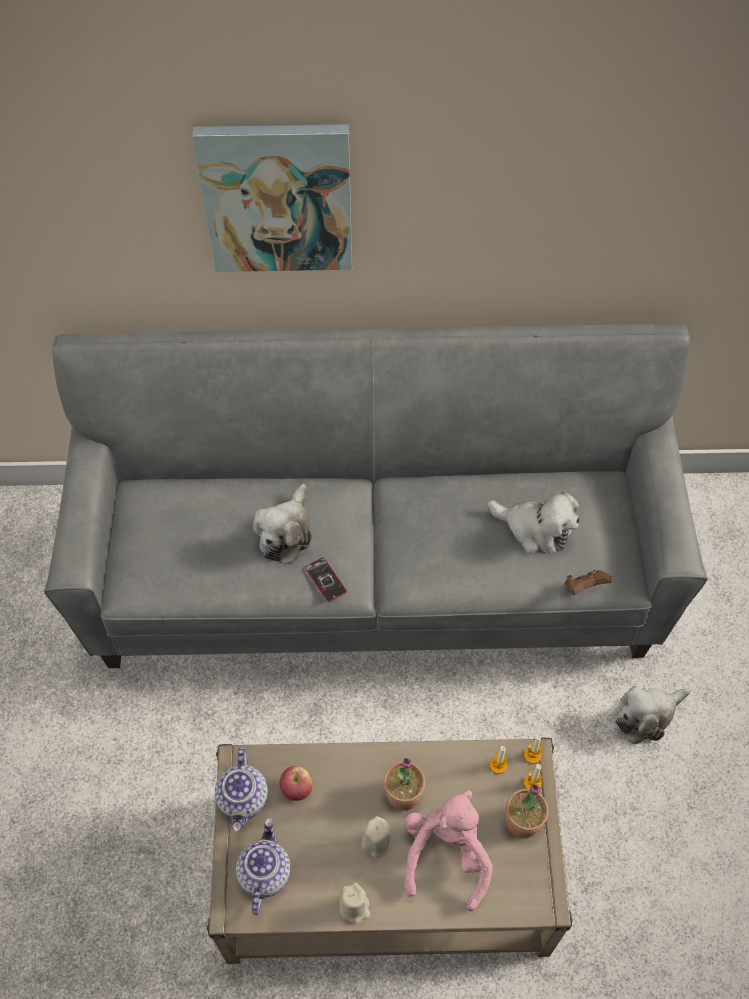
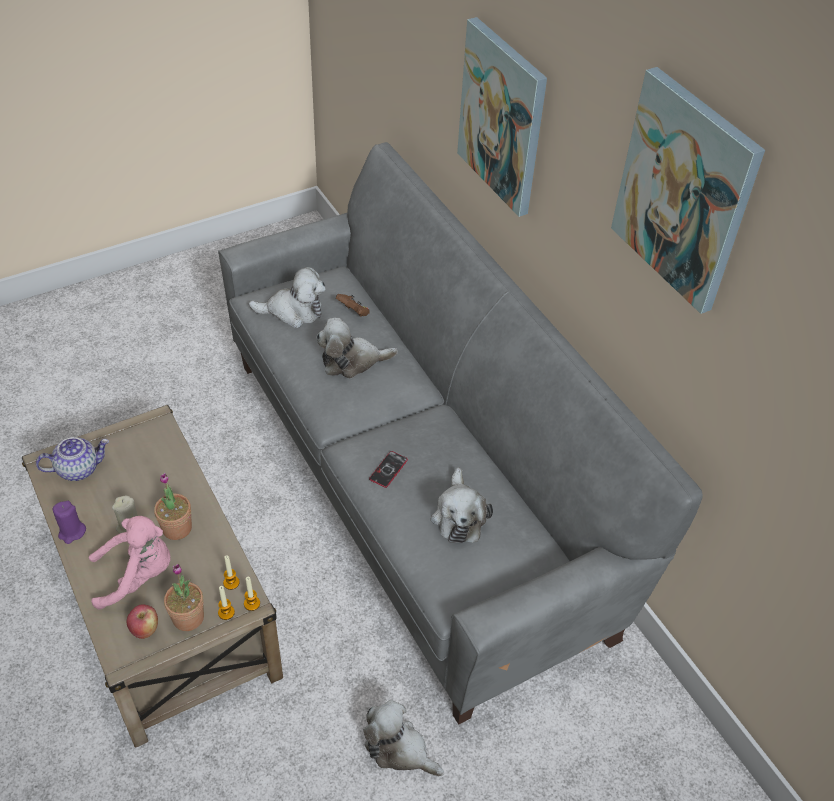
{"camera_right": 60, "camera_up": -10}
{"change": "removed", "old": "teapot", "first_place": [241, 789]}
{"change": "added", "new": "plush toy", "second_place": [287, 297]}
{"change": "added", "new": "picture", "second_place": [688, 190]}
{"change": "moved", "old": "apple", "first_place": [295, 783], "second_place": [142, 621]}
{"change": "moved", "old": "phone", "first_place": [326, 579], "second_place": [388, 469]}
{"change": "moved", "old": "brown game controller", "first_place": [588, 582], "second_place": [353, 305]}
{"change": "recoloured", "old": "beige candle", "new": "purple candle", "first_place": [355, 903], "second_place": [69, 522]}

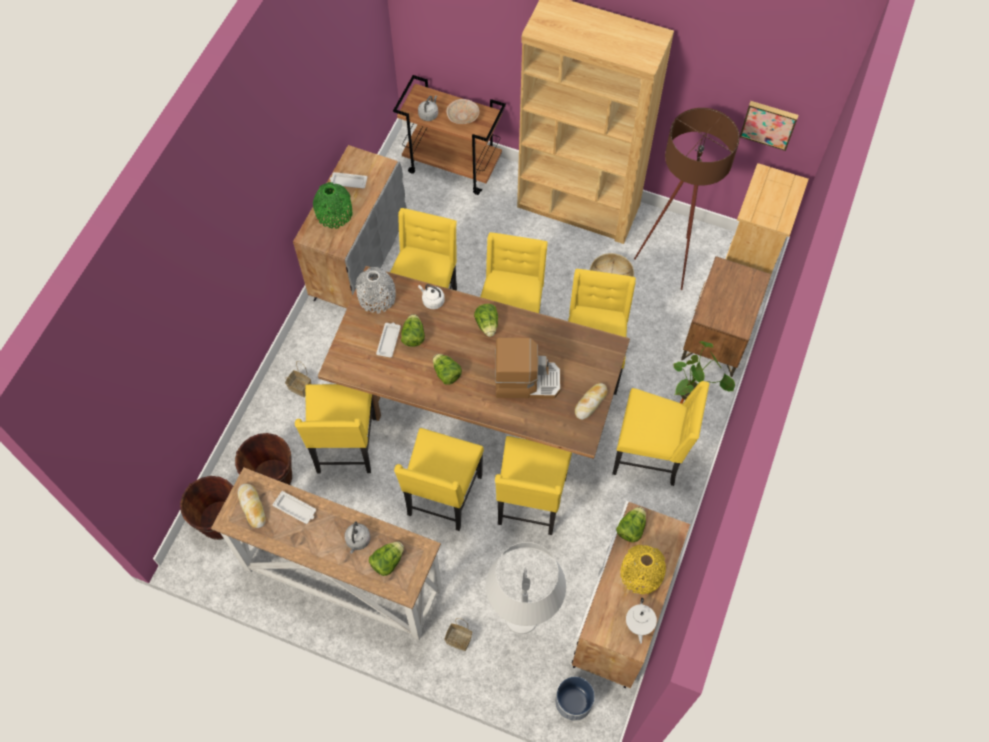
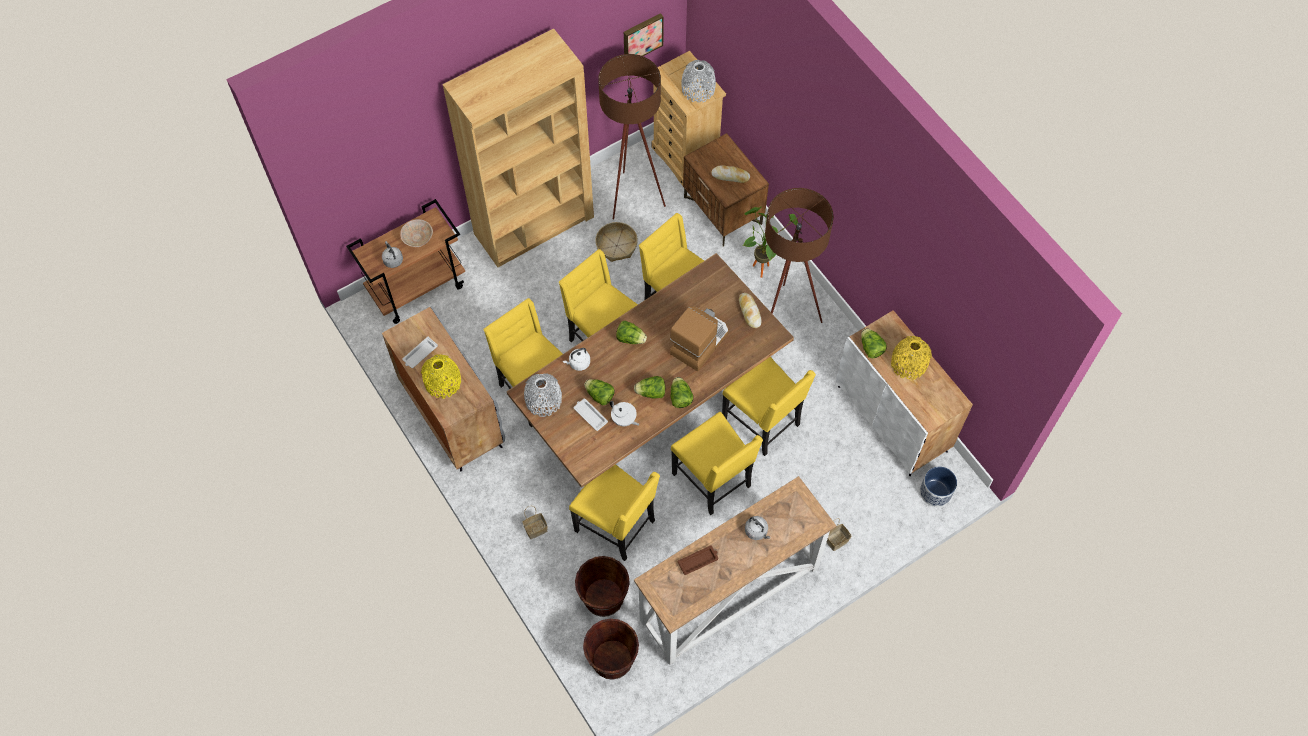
{"camera_right": -55, "camera_up": 0}
{"change": "removed", "old": "white floor lamp", "first_place": [526, 588]}
{"change": "added", "new": "grey vase", "second_place": [698, 81]}
{"change": "moved", "old": "bread", "first_place": [252, 506], "second_place": [730, 174]}
{"change": "moved", "old": "lettuce", "first_place": [386, 558], "second_place": [682, 392]}
{"change": "moved", "old": "white teapot", "first_place": [641, 621], "second_place": [624, 413]}
{"change": "replaced", "old": "yellow chair", "new": "brown floor lamp", "first_place": [660, 433], "second_place": [799, 255]}
{"change": "recoloured", "old": "white tray", "new": "brown tray", "first_place": [294, 507], "second_place": [698, 560]}
{"change": "recoloured", "old": "green vase", "new": "yellow vase", "first_place": [332, 205], "second_place": [441, 376]}

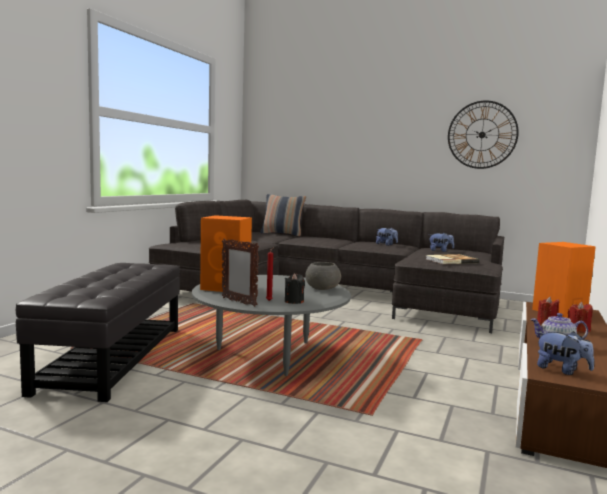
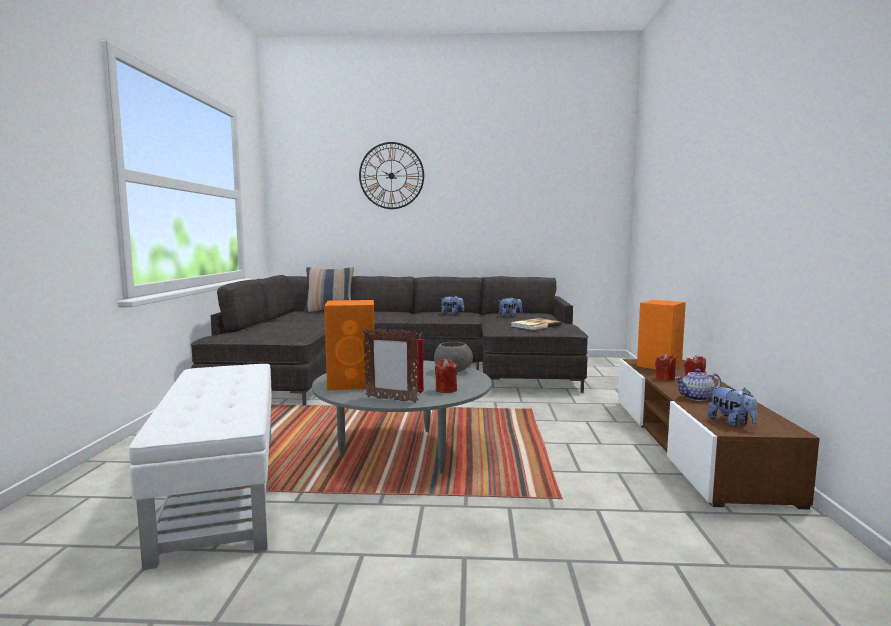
{"camera_right": -20, "camera_up": 0}
{"change": "moved", "old": "wall clock", "first_place": [483, 134], "second_place": [391, 175]}
{"change": "recoloured", "old": "black ottoman", "new": "white ottoman", "first_place": [98, 332], "second_place": [200, 467]}
{"change": "recoloured", "old": "black candle", "new": "red candle", "first_place": [295, 288], "second_place": [446, 376]}
{"change": "turned", "old": "plush toy", "first_place": [565, 353], "second_place": [732, 407], "degrees": 45}

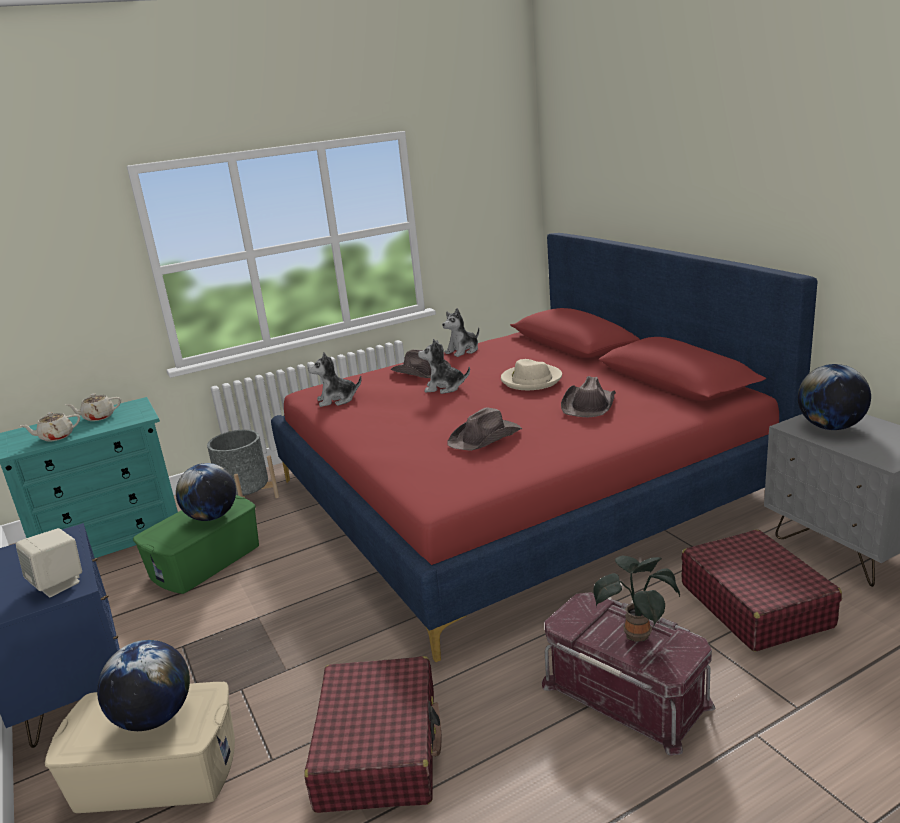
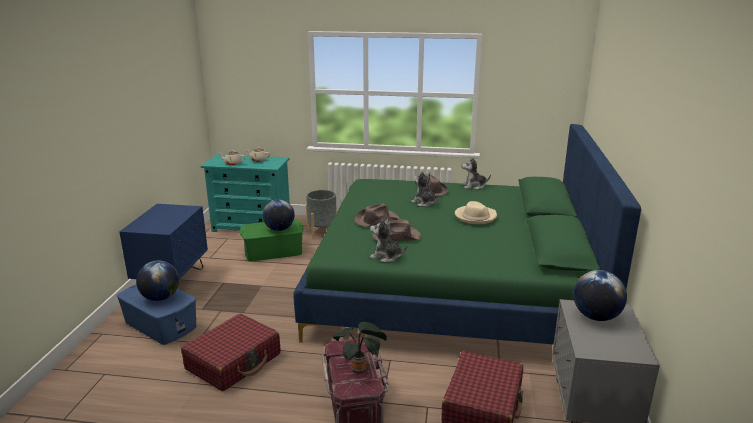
{"camera_right": 35, "camera_up": 0}
{"change": "removed", "old": "beige speaker", "first_place": [49, 563]}
{"change": "moved", "old": "plush toy", "first_place": [334, 380], "second_place": [388, 241]}
{"change": "moved", "old": "brown hat", "first_place": [588, 396], "second_place": [376, 215]}
{"change": "recoloured", "old": "beige storage box", "new": "blue storage box", "first_place": [140, 747], "second_place": [156, 315]}
{"change": "recoloured", "old": "red bed", "new": "green bed", "first_place": [544, 447], "second_place": [467, 234]}

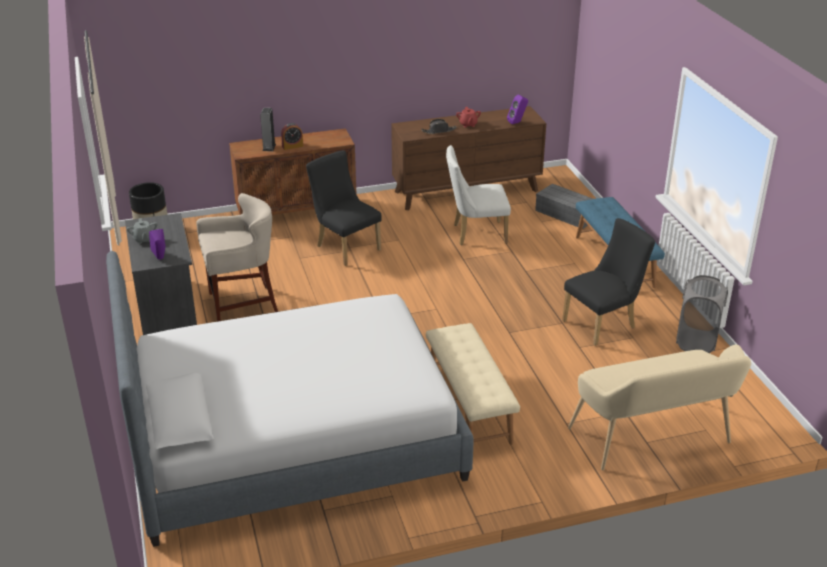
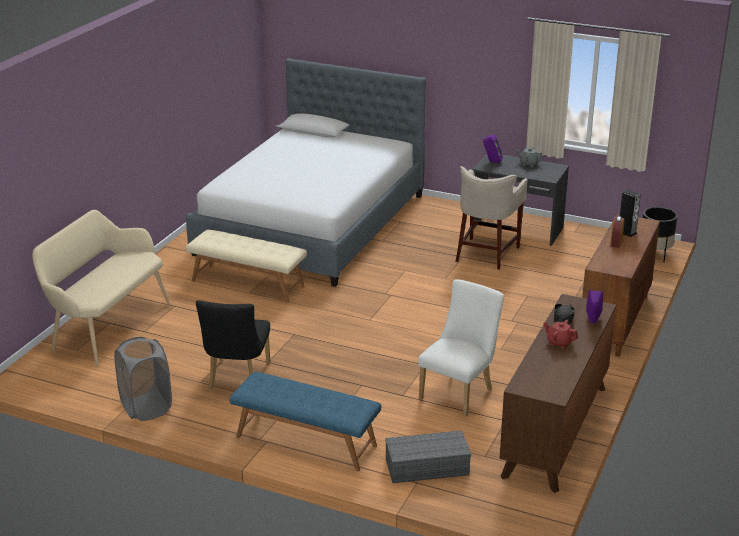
{"camera_right": 130, "camera_up": -5}
{"change": "removed", "old": "black chair", "first_place": [344, 208]}
{"change": "moved", "old": "purple speaker", "first_place": [517, 109], "second_place": [595, 306]}

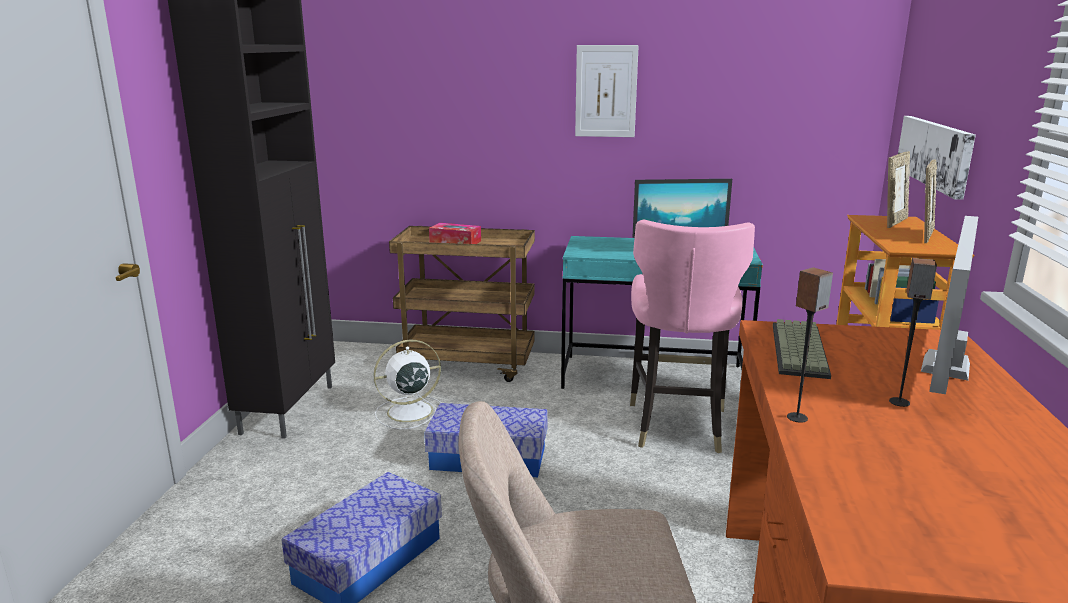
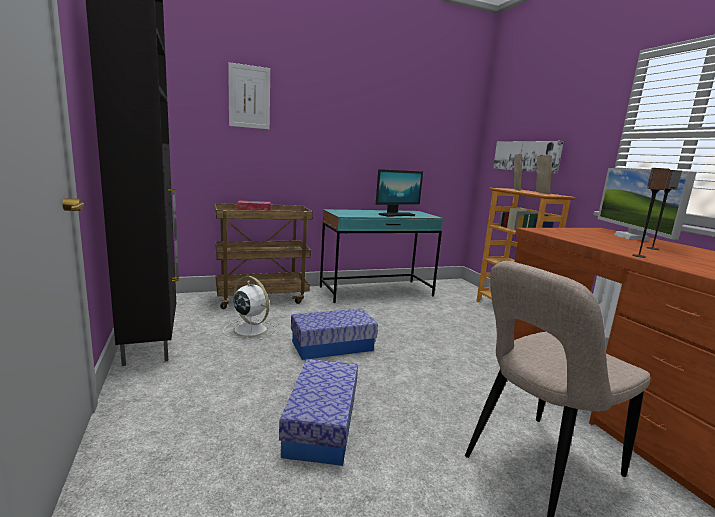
{"camera_right": -30, "camera_up": -5}
{"change": "removed", "old": "pink chair", "first_place": [692, 336]}
{"change": "removed", "old": "keyboard", "first_place": [802, 349]}
{"change": "moved", "old": "picture", "first_place": [607, 91], "second_place": [249, 95]}
{"change": "turned", "old": "white fan", "first_place": [407, 384], "second_place": [249, 308], "degrees": 90}

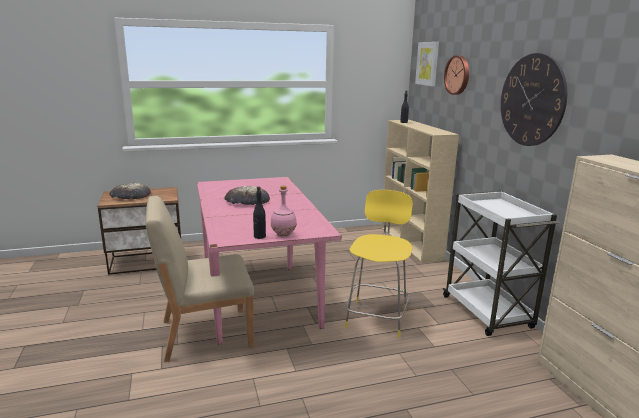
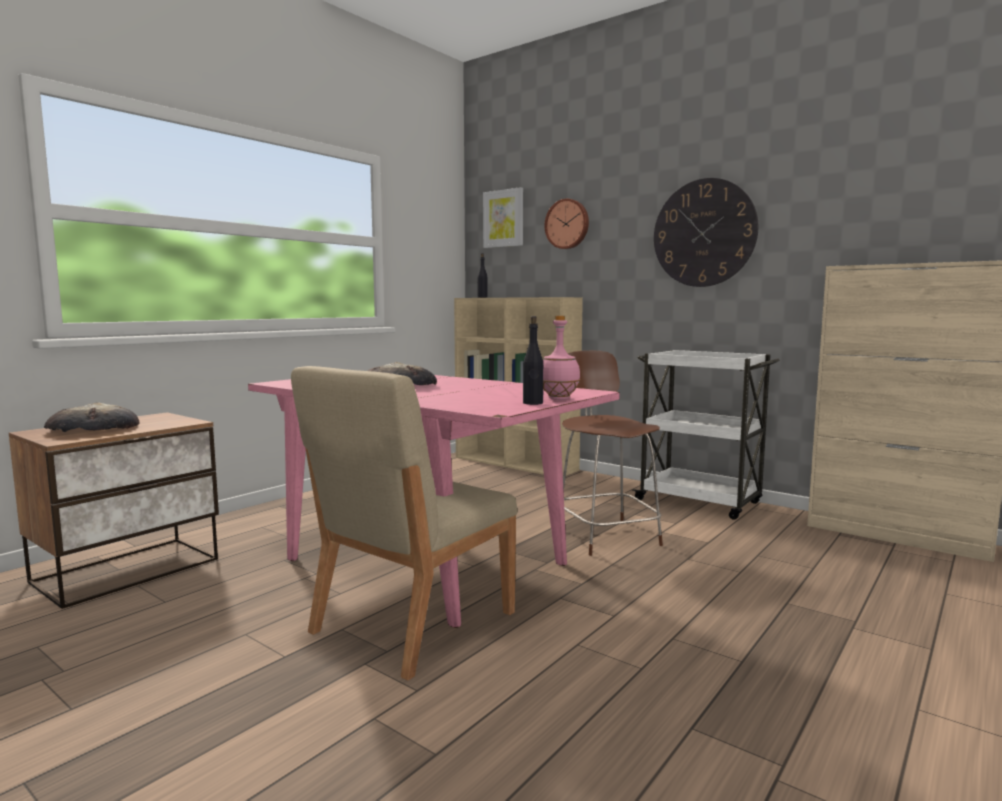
{"camera_right": -35, "camera_up": -10}
{"change": "recoloured", "old": "yellow chair", "new": "brown chair", "first_place": [379, 264], "second_place": [612, 453]}

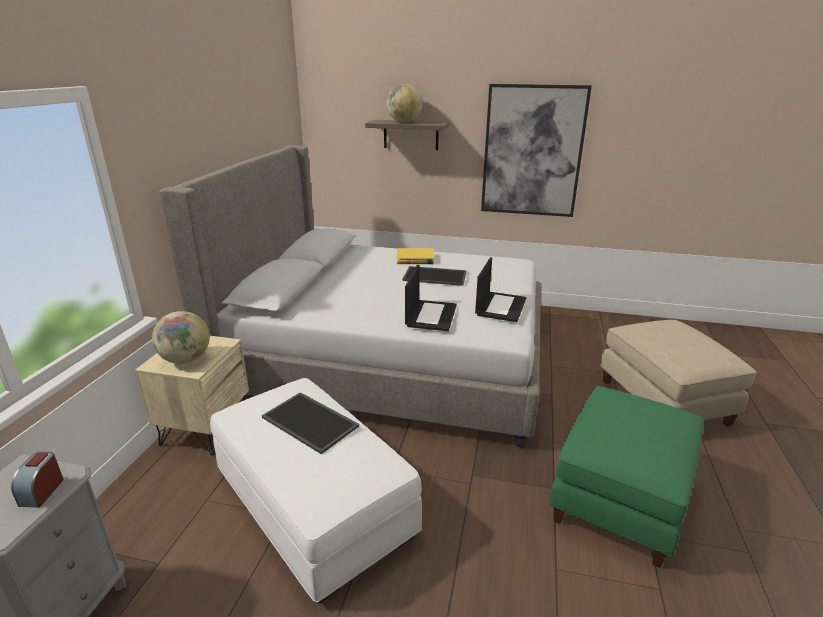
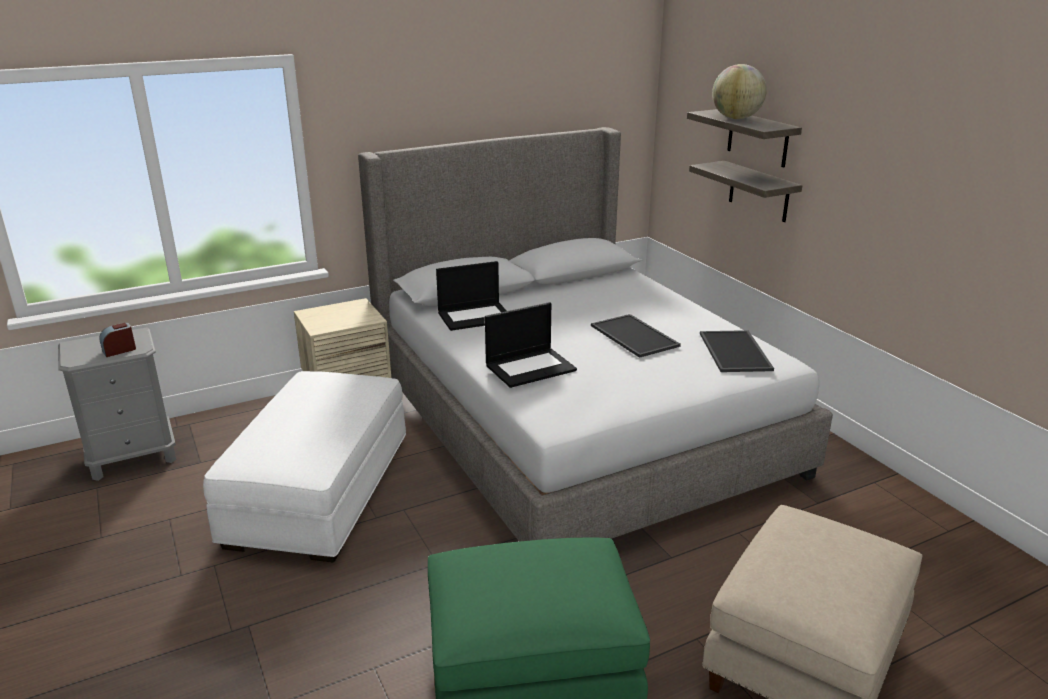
{"camera_right": 50, "camera_up": 0}
{"change": "removed", "old": "globe", "first_place": [181, 337]}
{"change": "removed", "old": "yellow book", "first_place": [415, 256]}
{"change": "removed", "old": "picture", "first_place": [536, 150]}
{"change": "added", "new": "shelf", "second_place": [745, 191]}
{"change": "moved", "old": "tray", "first_place": [310, 423], "second_place": [737, 351]}
{"change": "moved", "old": "laptop", "first_place": [501, 289], "second_place": [471, 296]}

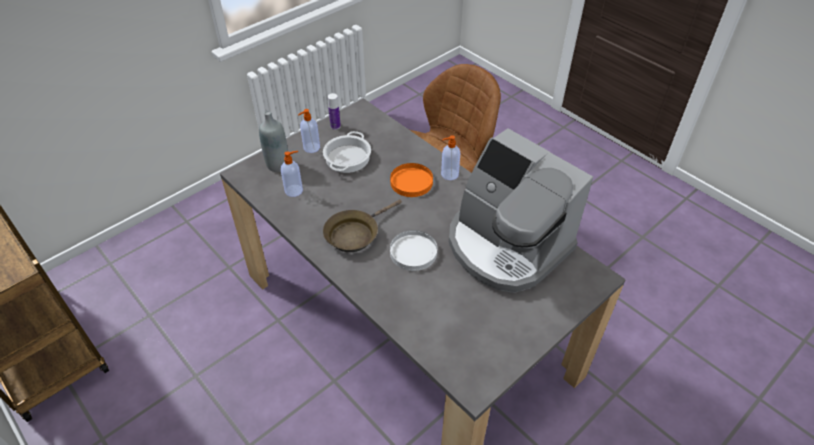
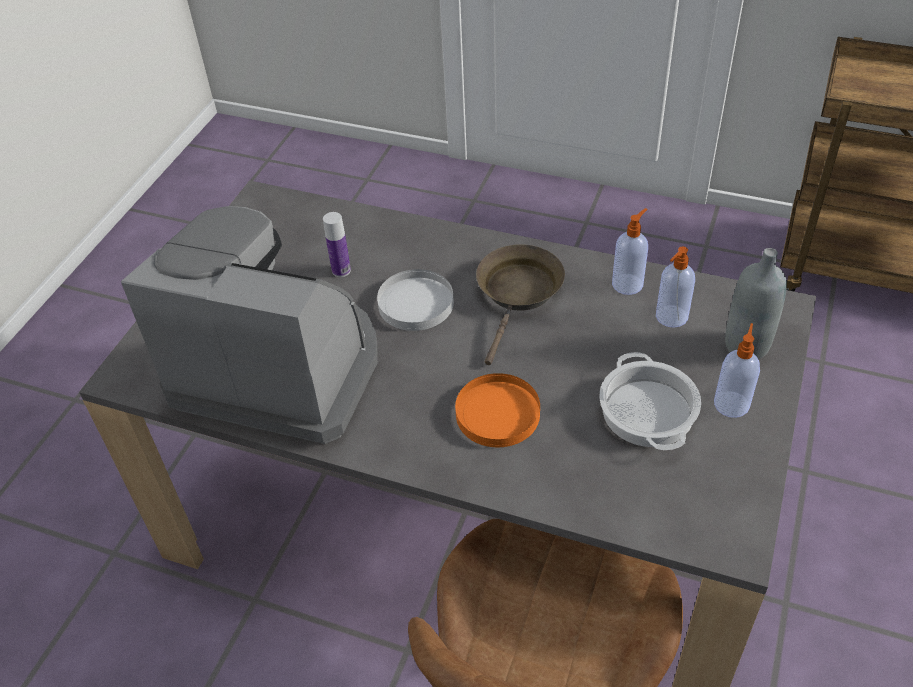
{"camera_right": 155, "camera_up": 0}
{"change": "moved", "old": "bottle", "first_place": [334, 111], "second_place": [337, 244]}
{"change": "moved", "old": "soap dispenser", "first_place": [450, 157], "second_place": [630, 251]}

